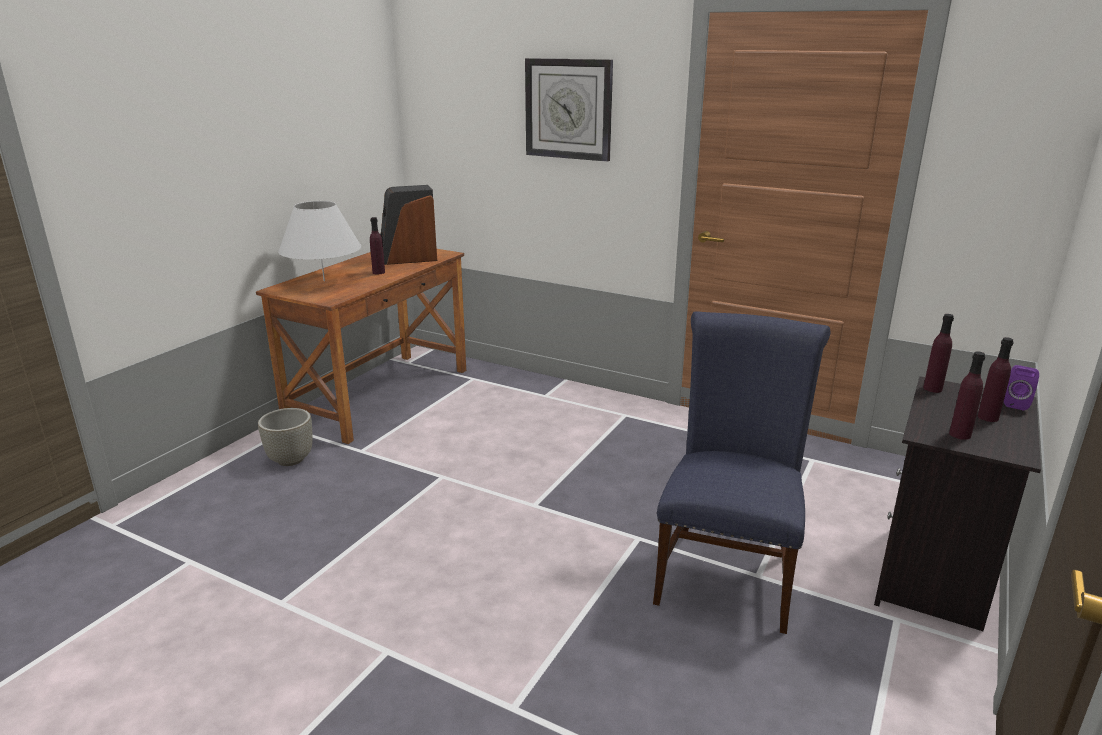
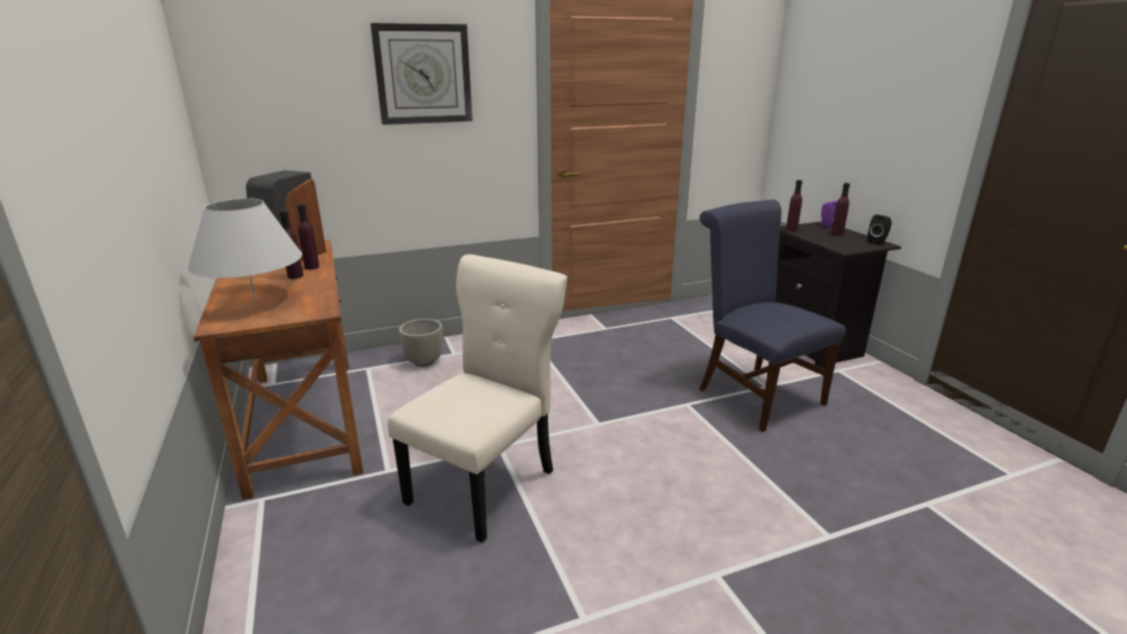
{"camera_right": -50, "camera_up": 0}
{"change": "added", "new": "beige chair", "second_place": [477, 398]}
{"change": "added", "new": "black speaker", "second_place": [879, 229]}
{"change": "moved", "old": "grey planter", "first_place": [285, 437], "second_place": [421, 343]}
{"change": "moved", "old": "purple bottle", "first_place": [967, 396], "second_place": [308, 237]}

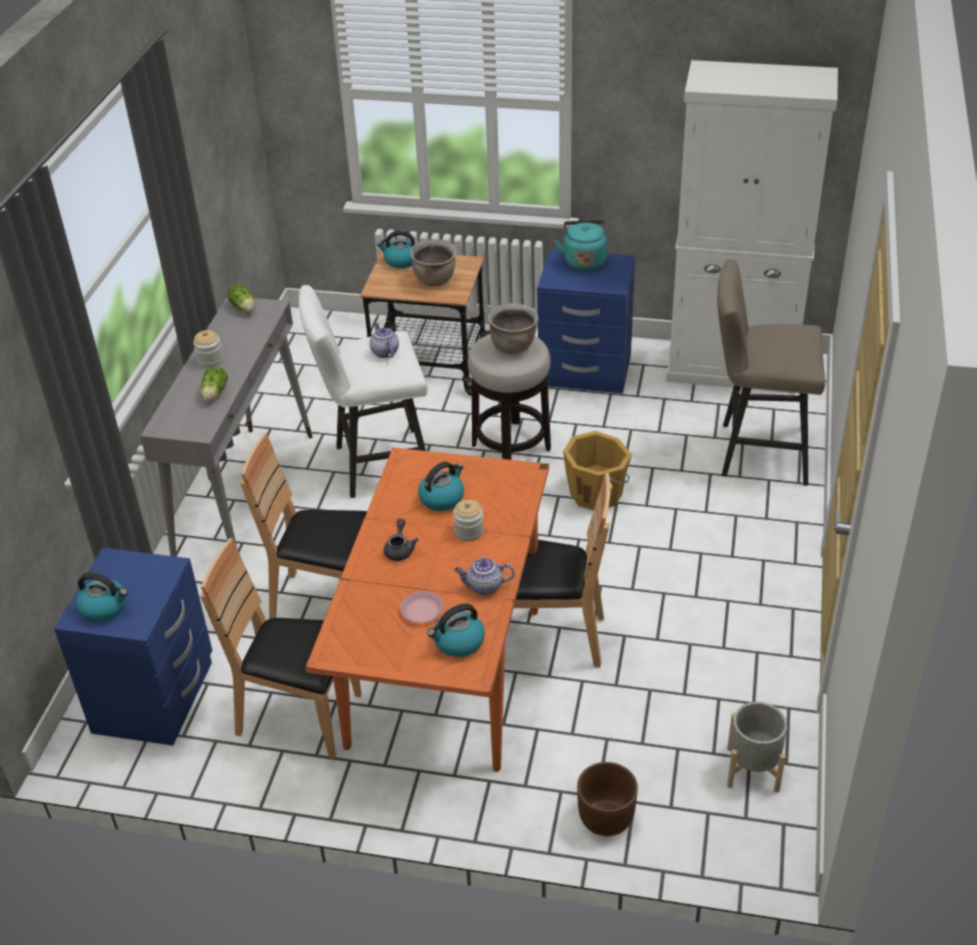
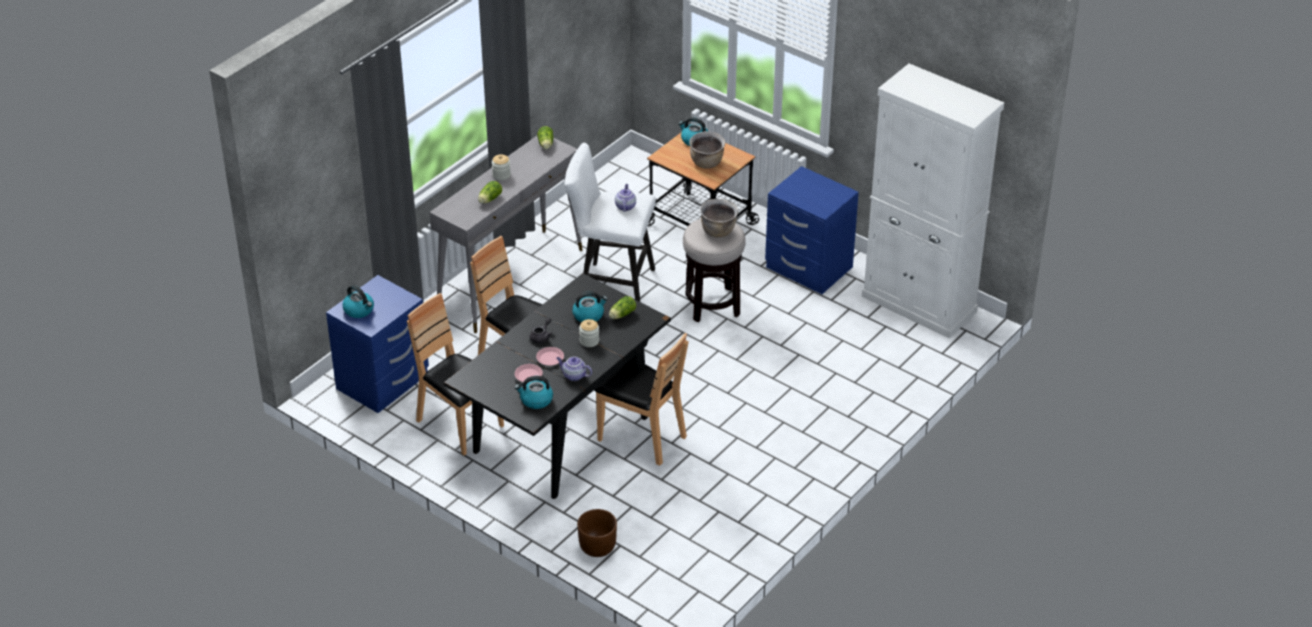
{"camera_right": 25, "camera_up": 0}
{"change": "removed", "old": "turquoise kettle", "first_place": [580, 245]}
{"change": "removed", "old": "orange bucket", "first_place": [597, 470]}
{"change": "removed", "old": "beige stool", "first_place": [771, 372]}
{"change": "removed", "old": "grey planter", "first_place": [757, 747]}
{"change": "added", "new": "pink plate", "second_place": [550, 356]}
{"change": "added", "new": "lettuce", "second_place": [622, 307]}
{"change": "recoloured", "old": "orange dining table", "new": "black dining table", "first_place": [427, 610], "second_place": [557, 386]}

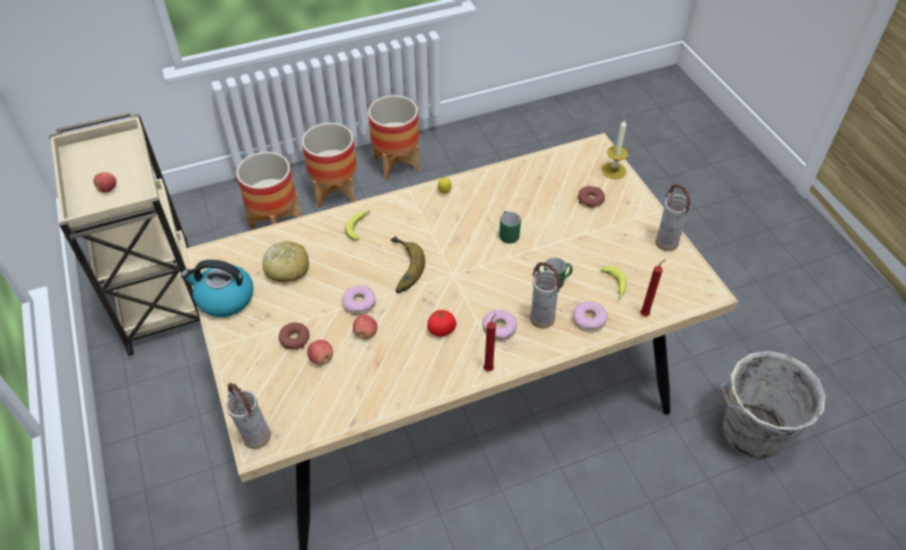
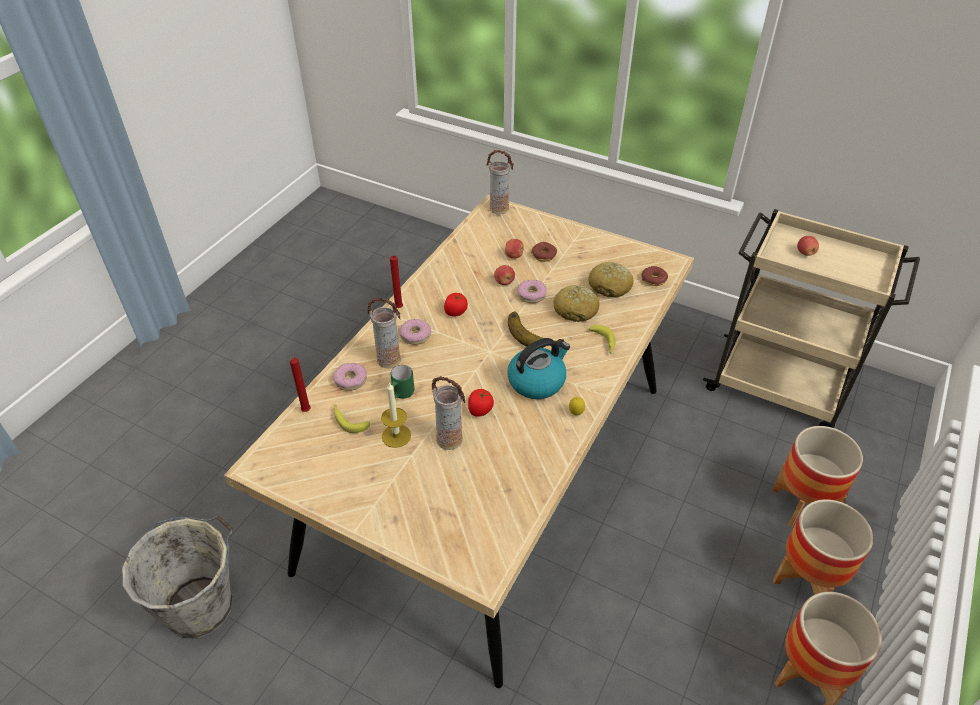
{"camera_right": 140, "camera_up": -5}
{"change": "added", "new": "bread", "second_place": [577, 303]}
{"change": "moved", "old": "kettle", "first_place": [217, 288], "second_place": [538, 368]}
{"change": "moved", "old": "donut", "first_place": [591, 197], "second_place": [655, 276]}
{"change": "moved", "old": "candle", "first_place": [615, 149], "second_place": [396, 415]}
{"change": "moved", "old": "vase", "first_place": [673, 217], "second_place": [448, 413]}
{"change": "replaced", "old": "green mug", "new": "tomato", "first_place": [510, 227], "second_place": [481, 403]}

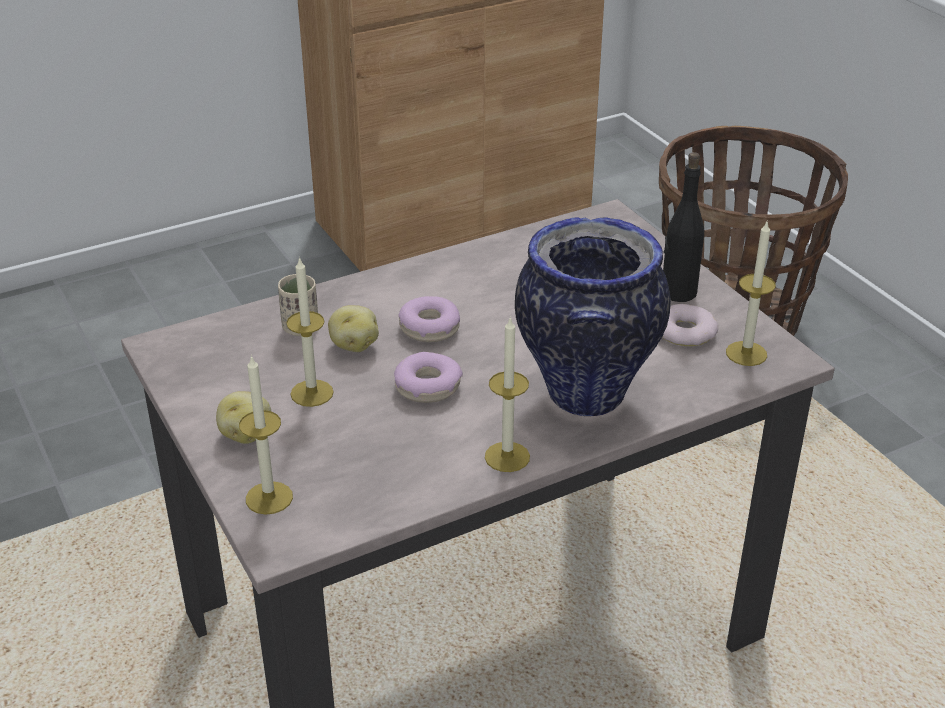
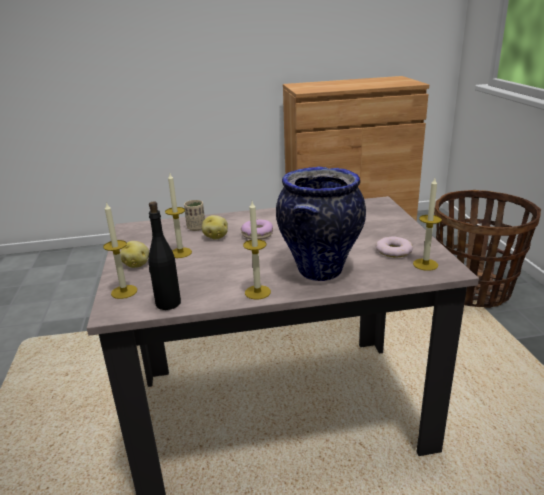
{"camera_right": 20, "camera_up": -10}
{"change": "removed", "old": "donut", "first_place": [428, 377]}
{"change": "moved", "old": "black bottle", "first_place": [683, 227], "second_place": [164, 256]}

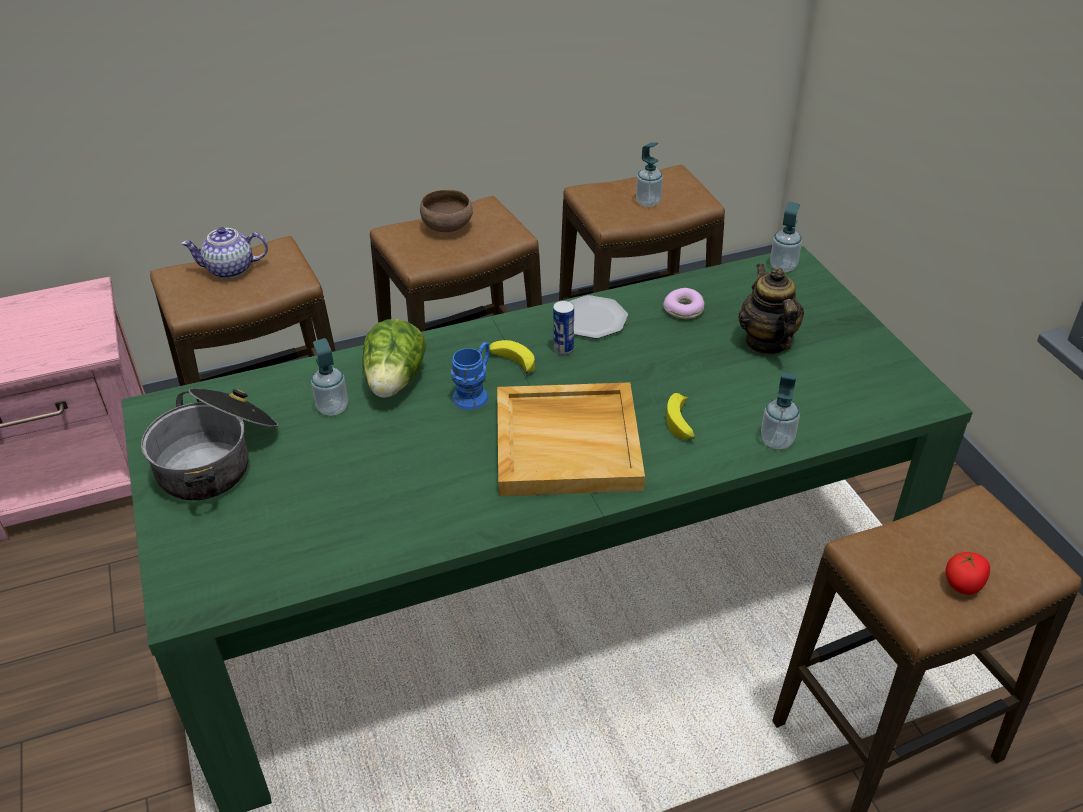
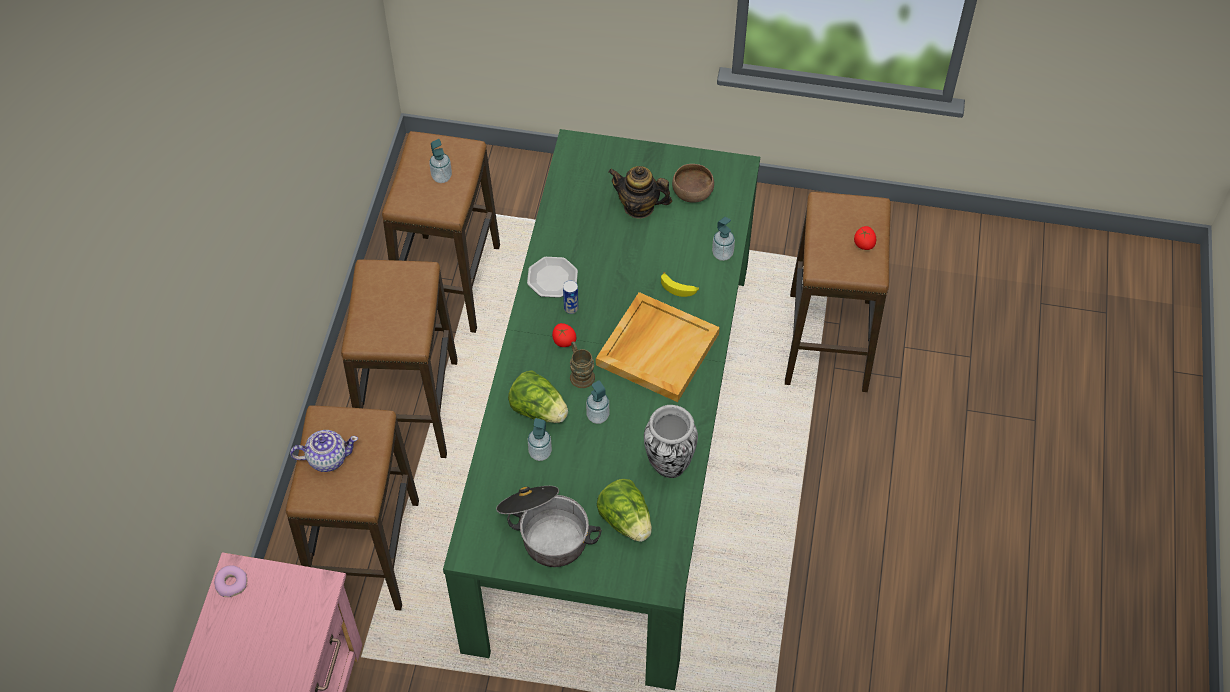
{"camera_right": -60, "camera_up": 15}
{"change": "added", "new": "lettuce", "second_place": [624, 510]}
{"change": "added", "new": "vase", "second_place": [671, 441]}
{"change": "moved", "old": "brown bowl", "first_place": [446, 211], "second_place": [693, 183]}
{"change": "moved", "old": "donut", "first_place": [684, 303], "second_place": [230, 581]}
{"change": "moved", "old": "soap dispenser", "first_place": [786, 237], "second_place": [597, 402]}
{"change": "replaced", "old": "banana", "new": "tomato", "first_place": [512, 357], "second_place": [564, 335]}
{"change": "recoloured", "old": "blue mug", "new": "brown mug", "first_place": [470, 376], "second_place": [582, 364]}
{"change": "turned", "old": "teapot", "first_place": [224, 253], "second_place": [324, 451], "degrees": -120}

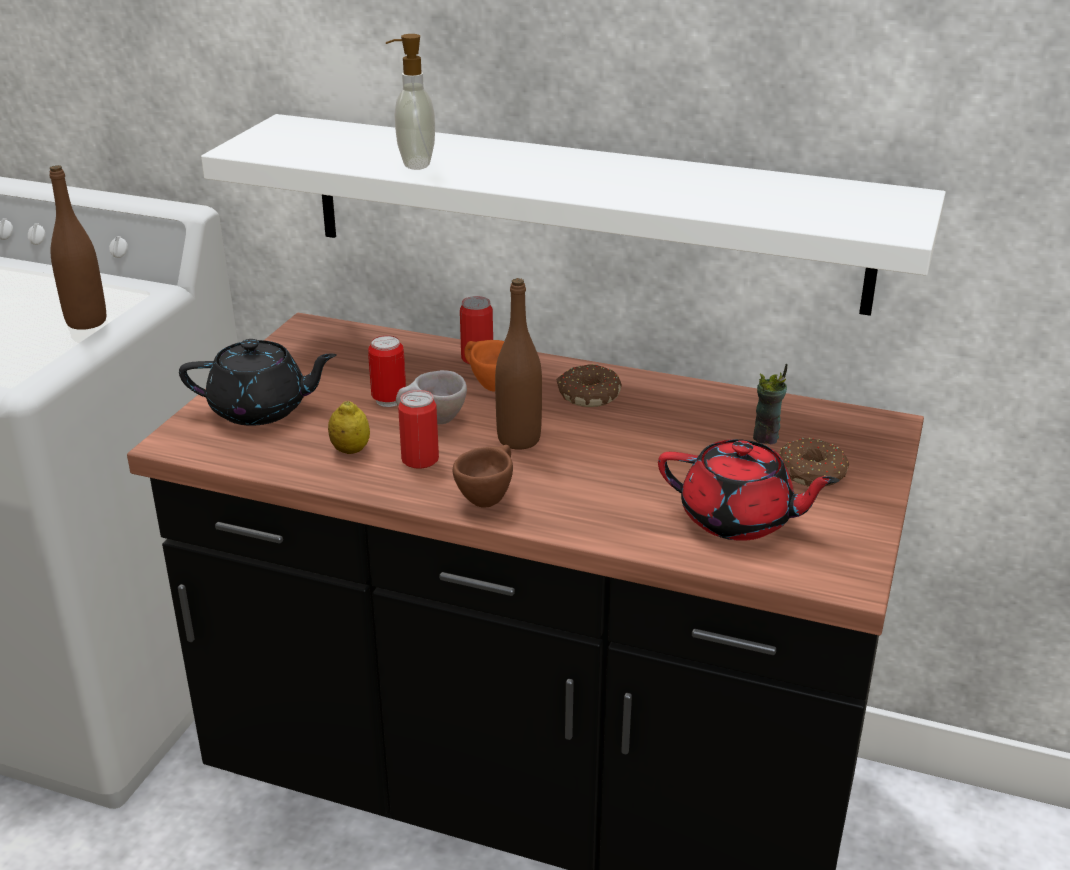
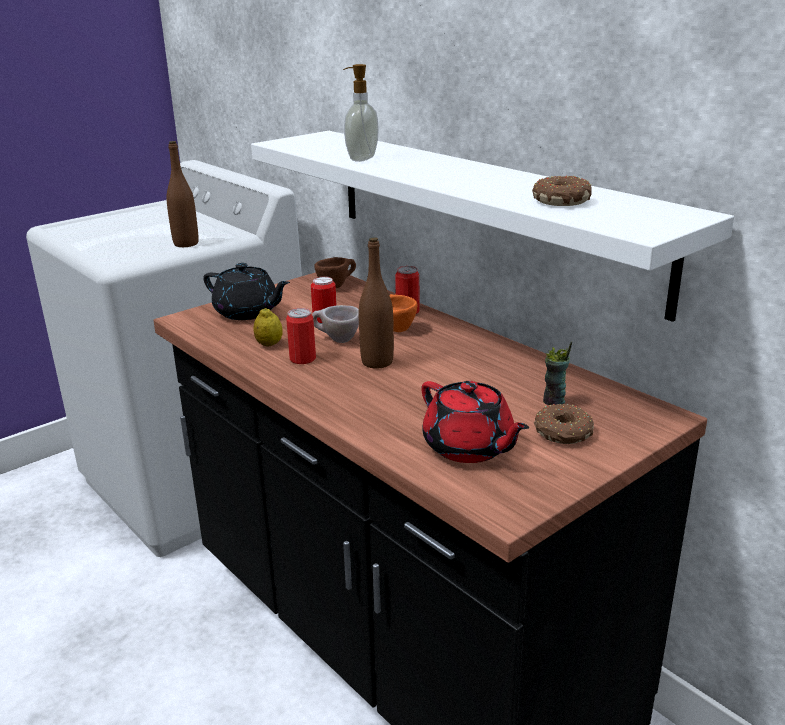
{"camera_right": 30, "camera_up": -5}
{"change": "moved", "old": "brown cup", "first_place": [483, 476], "second_place": [335, 272]}
{"change": "moved", "old": "donut", "first_place": [589, 385], "second_place": [562, 191]}

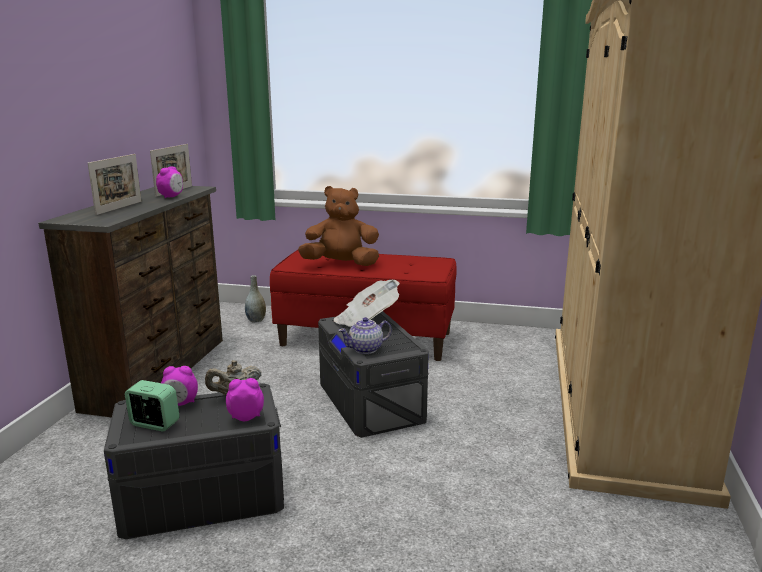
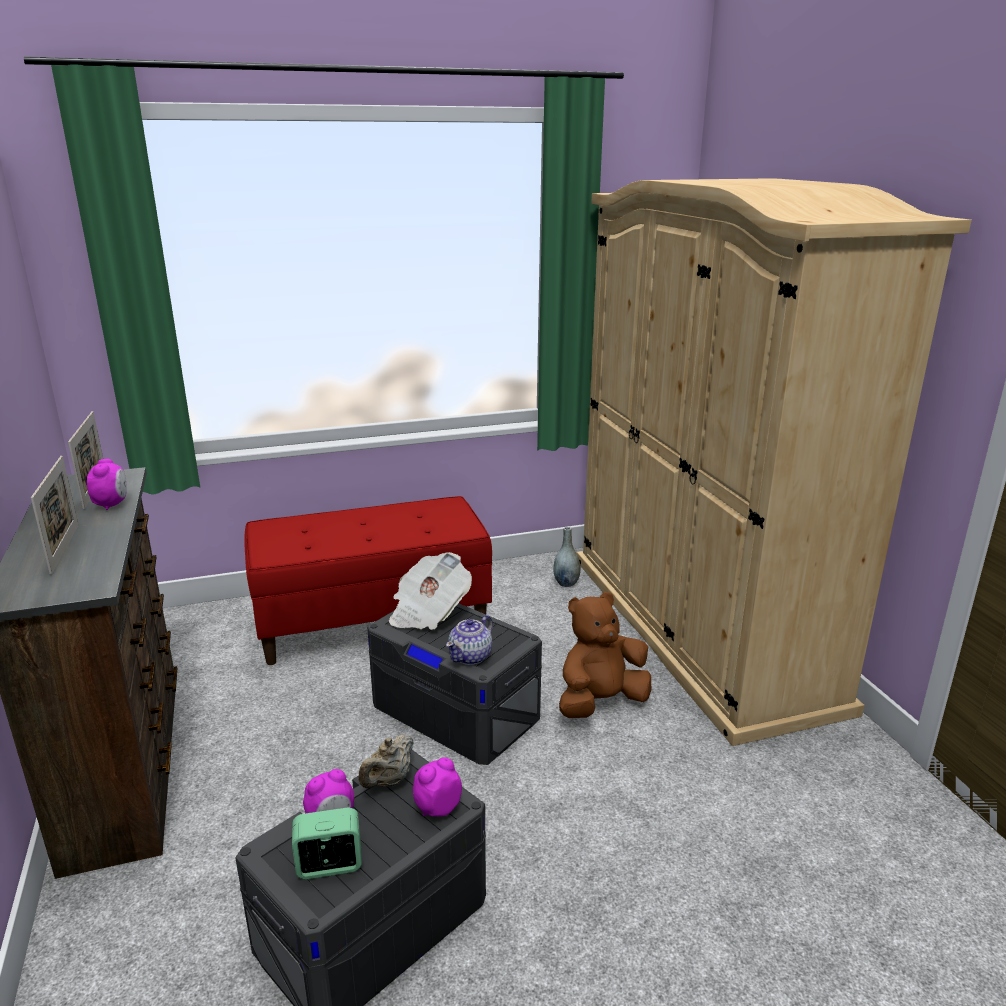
{"camera_right": -30, "camera_up": 5}
{"change": "moved", "old": "grey vase", "first_place": [255, 299], "second_place": [567, 557]}
{"change": "moved", "old": "brown plush toy", "first_place": [338, 226], "second_place": [605, 655]}

